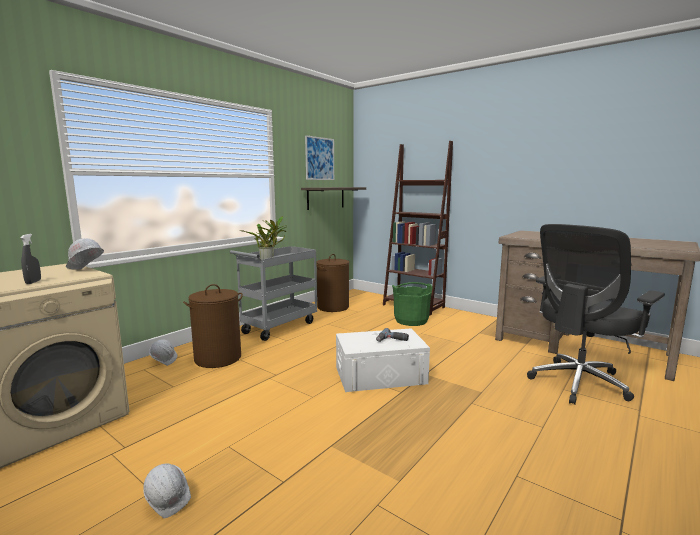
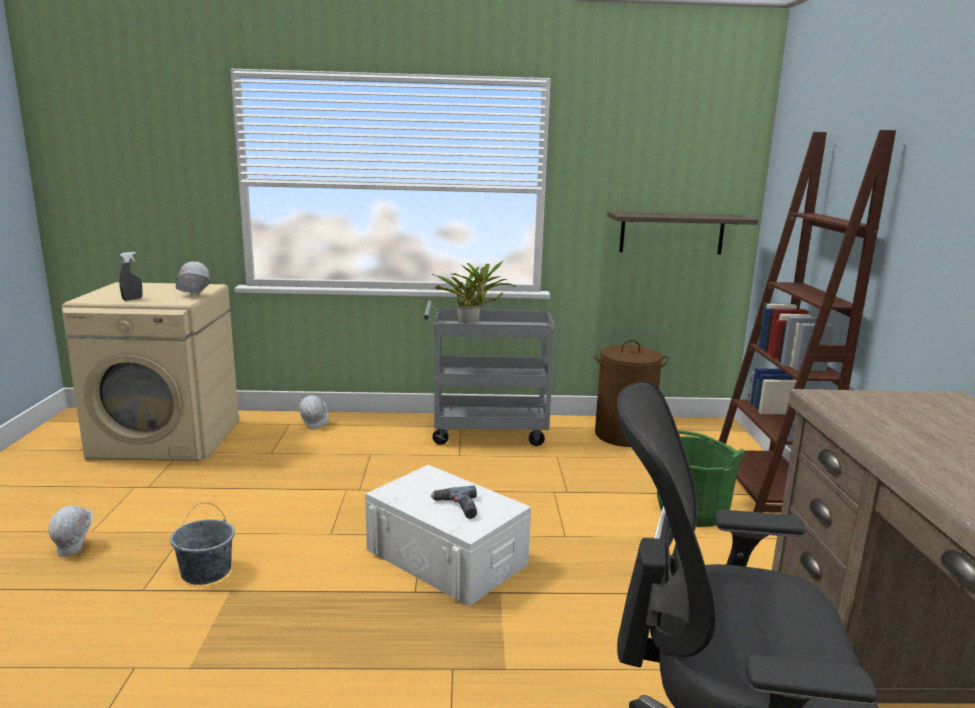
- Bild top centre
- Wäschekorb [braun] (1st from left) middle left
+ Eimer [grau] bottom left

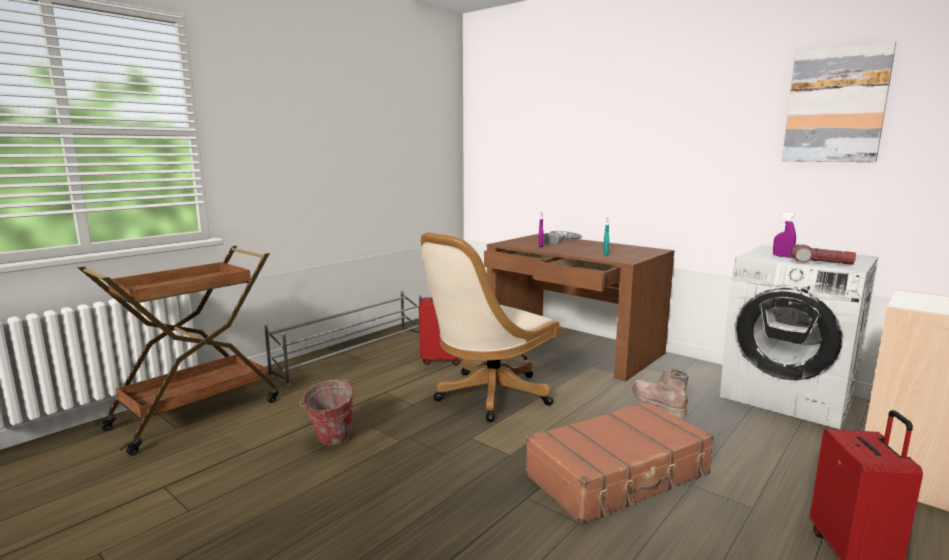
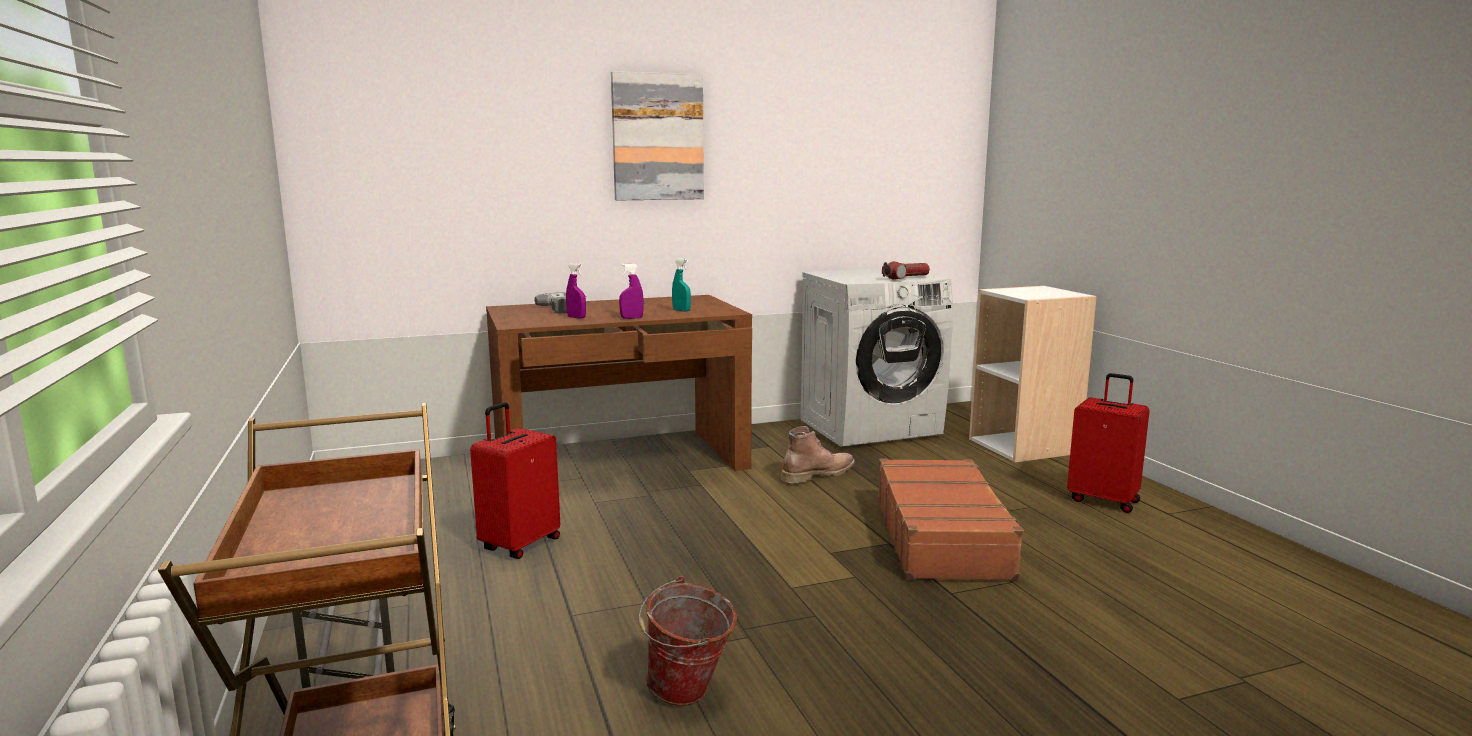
~ Bild top right to top centre
~ Sprühflasche [lila] (2nd from left) middle right to centre
- Bürostuhl centre
~ Stiefel [braun] bottom right = centre 135 degrees clockwise

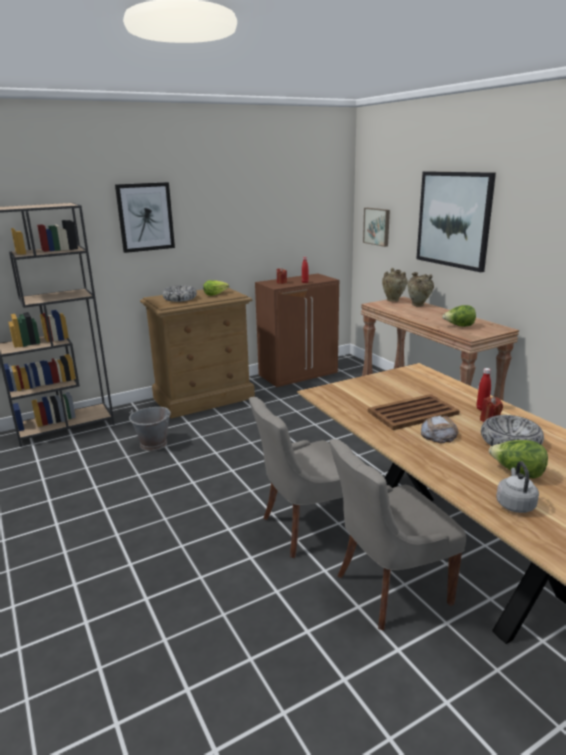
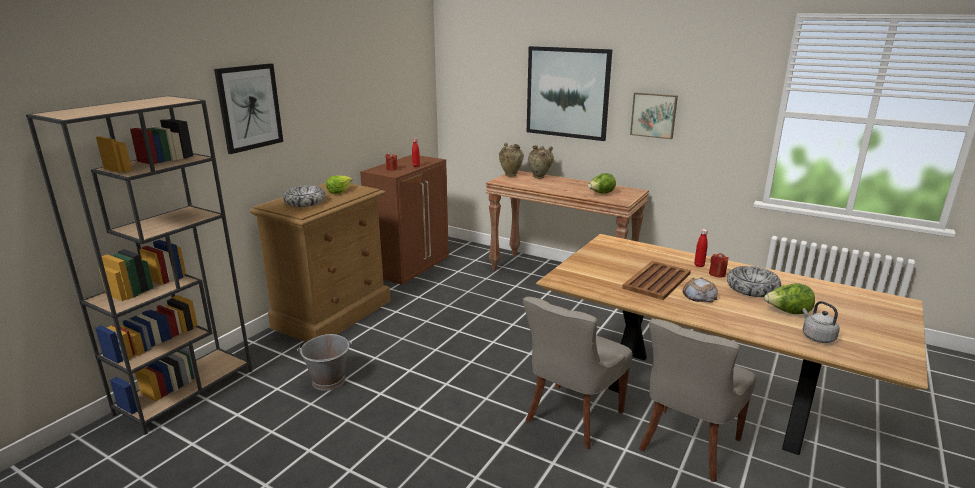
~ Bild (2nd from left in the first image) top centre to Bild (3rd from left) top right

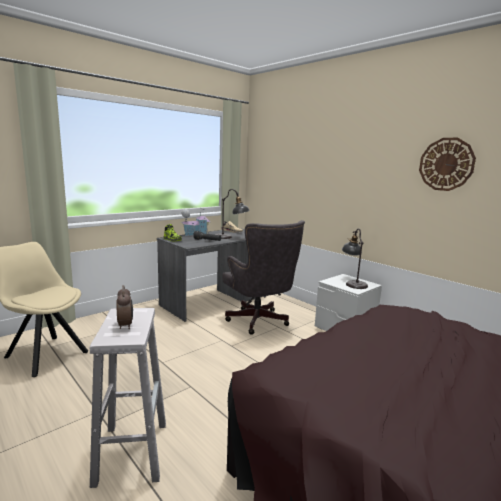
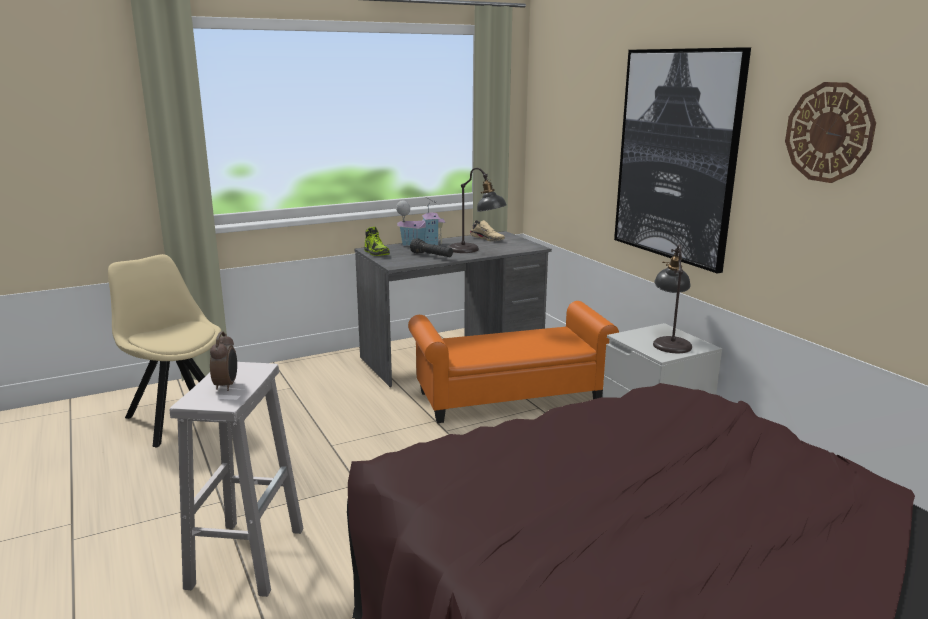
~ Bürostuhl [grau] centre to Polsterhocker [orange] centre
+ Bild top right

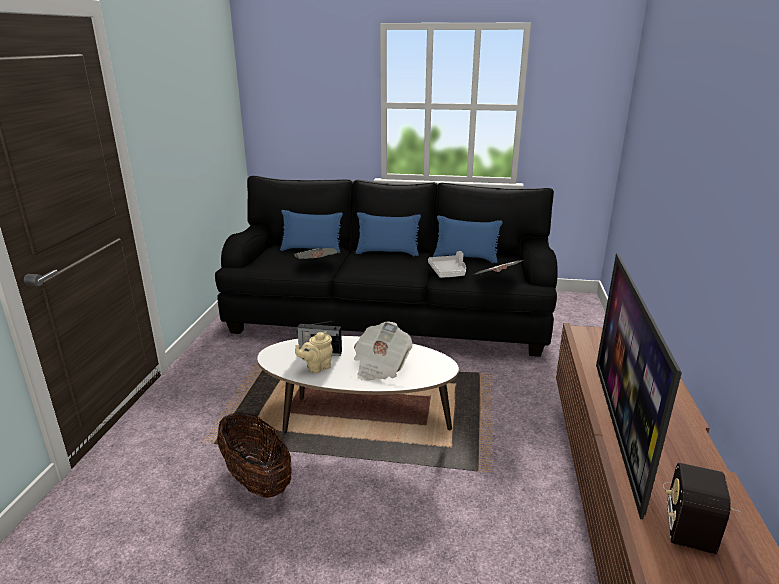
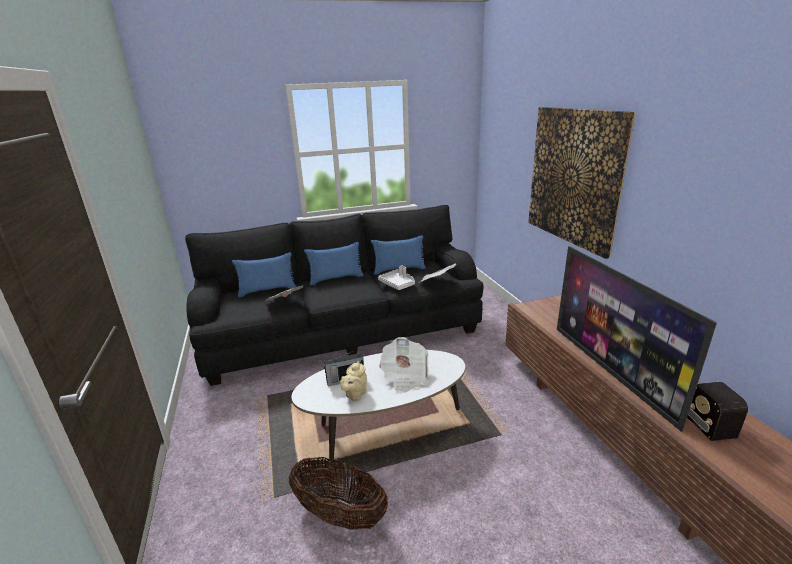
+ Bild top right

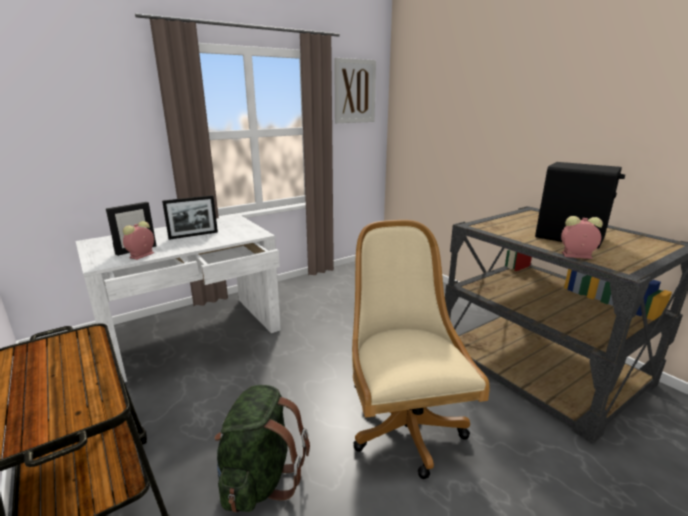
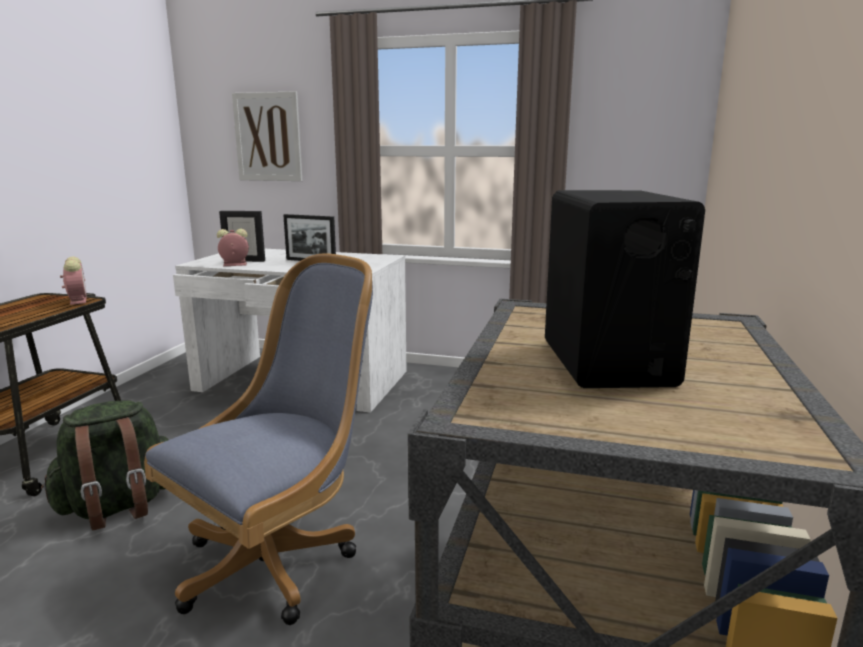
~ Bild top centre to top left
~ Wecker (2nd from left in the first image) middle right to Wecker (1st from left) middle left
~ Bürostuhl [beige] bottom centre to Bürostuhl [blau] bottom left

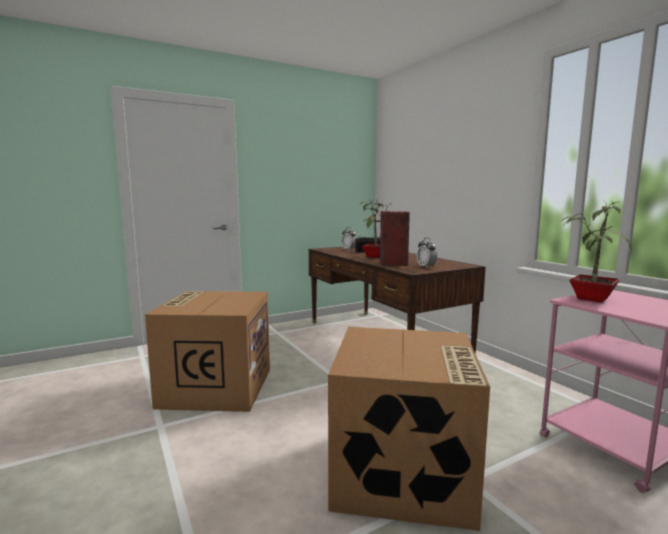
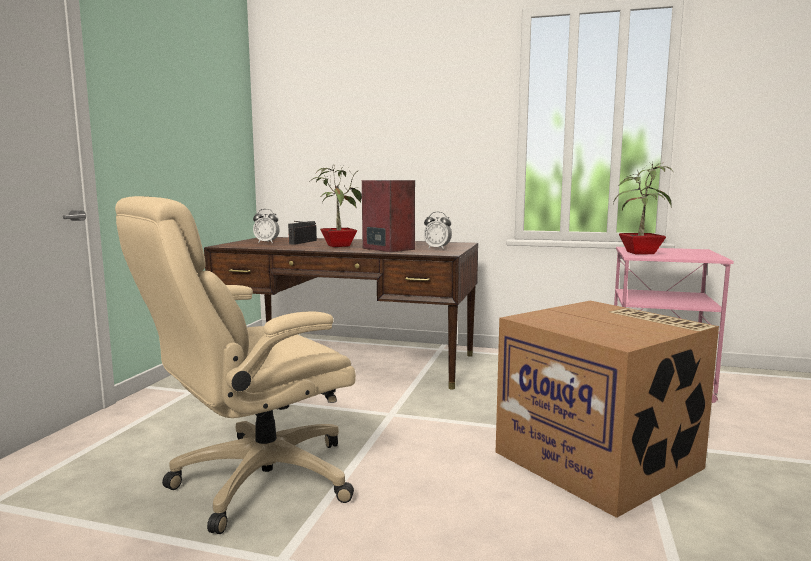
~ Karton (1st from left) middle left to Bürostuhl [beige] middle left

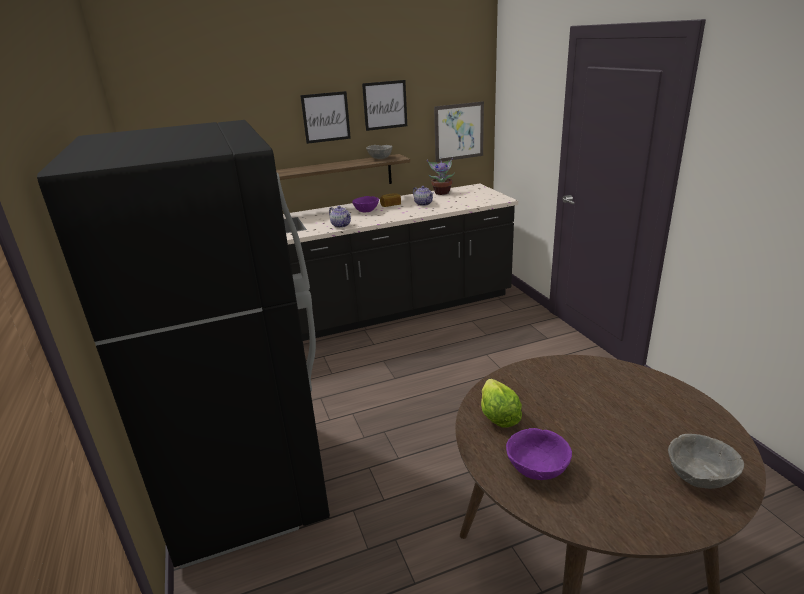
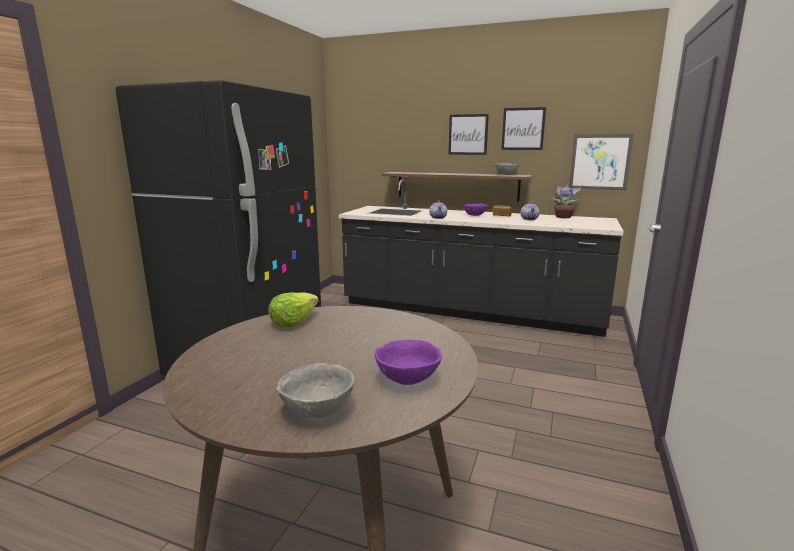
~ Schüssel [lila] (2nd from left in the first image) bottom right to Schüssel [lila] (1st from left) centre

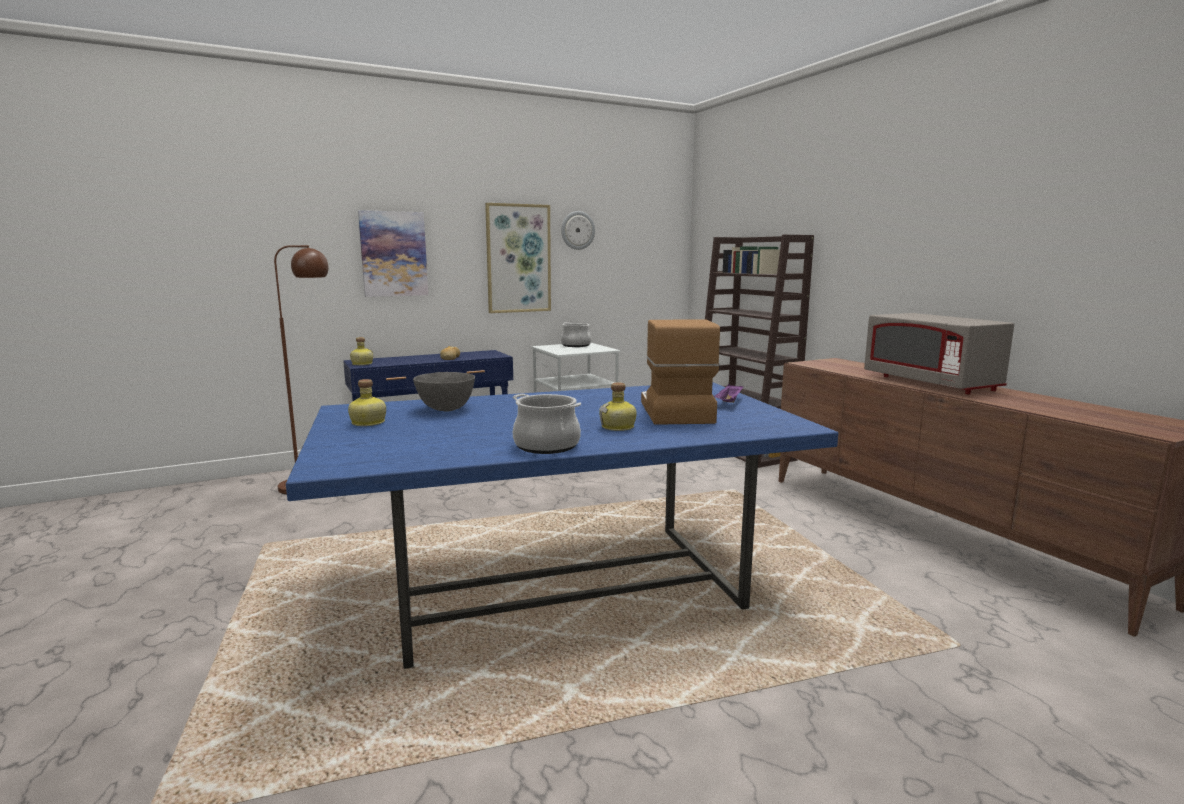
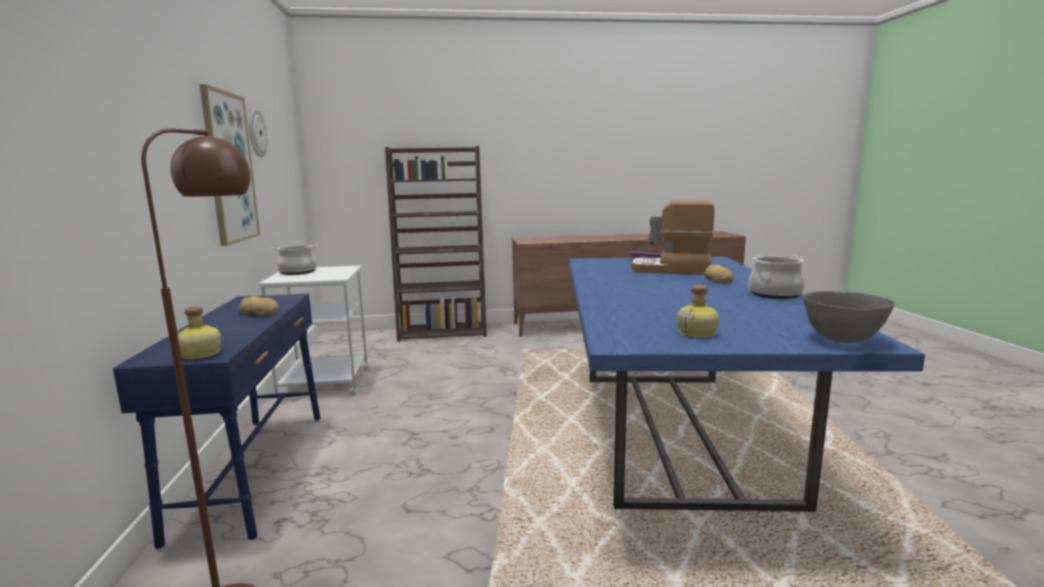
- Bild (1st from left) top left
- Mikrowelle [grau] middle right
~ Schüssel [grau] centre to middle right
~ Flasche (3rd from left) centre to Brot (2nd from left) middle right

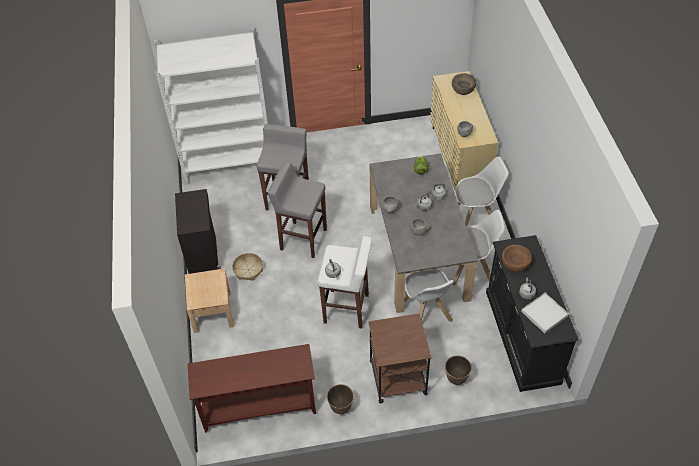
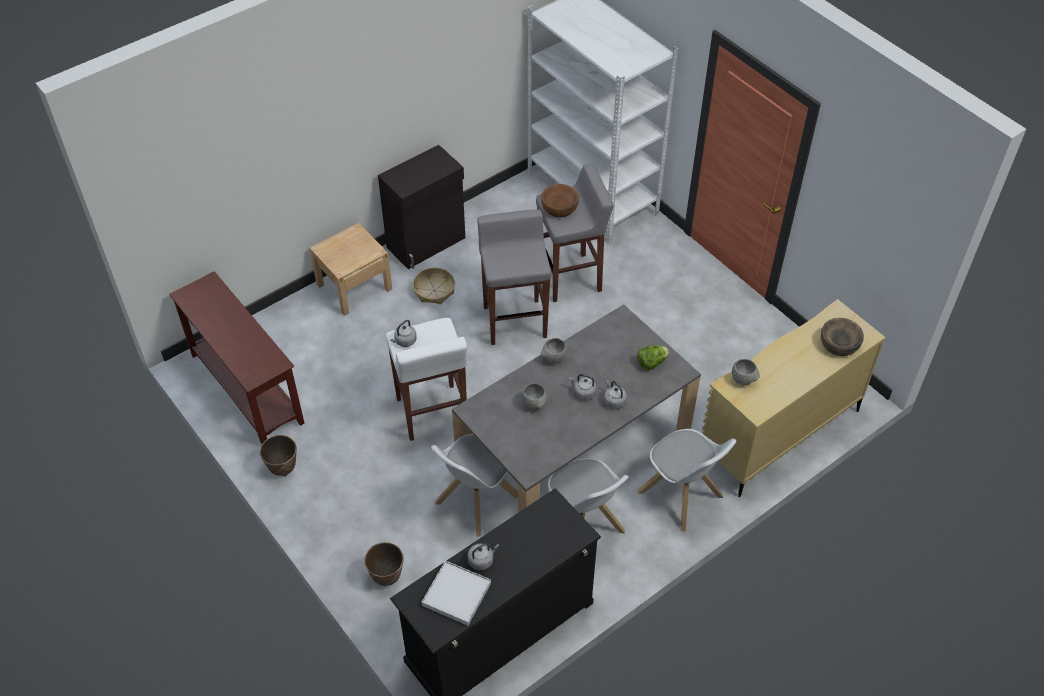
~ Schüssel [braun] (2nd from left in the first image) middle right to Schüssel [braun] (1st from left) top centre
- Rollwagen [braun] bottom centre

